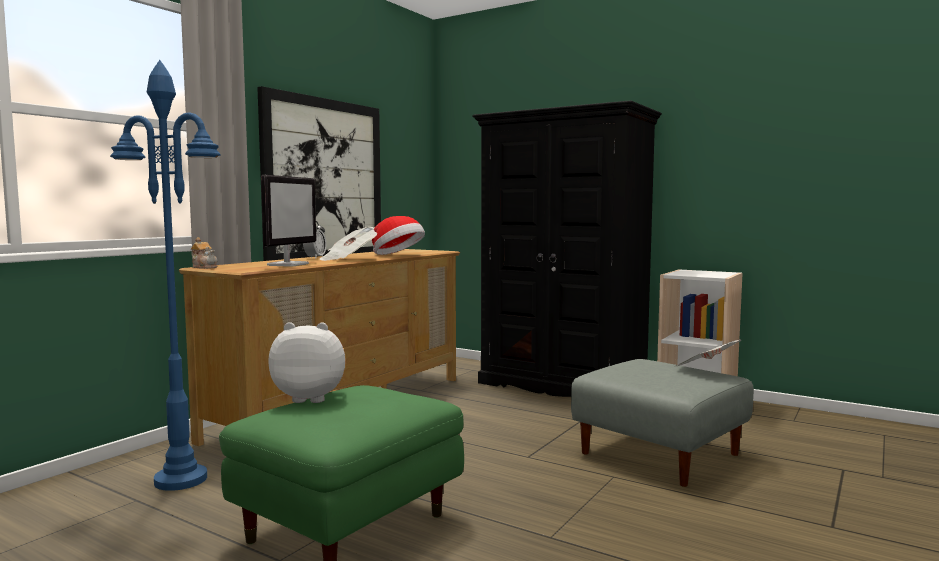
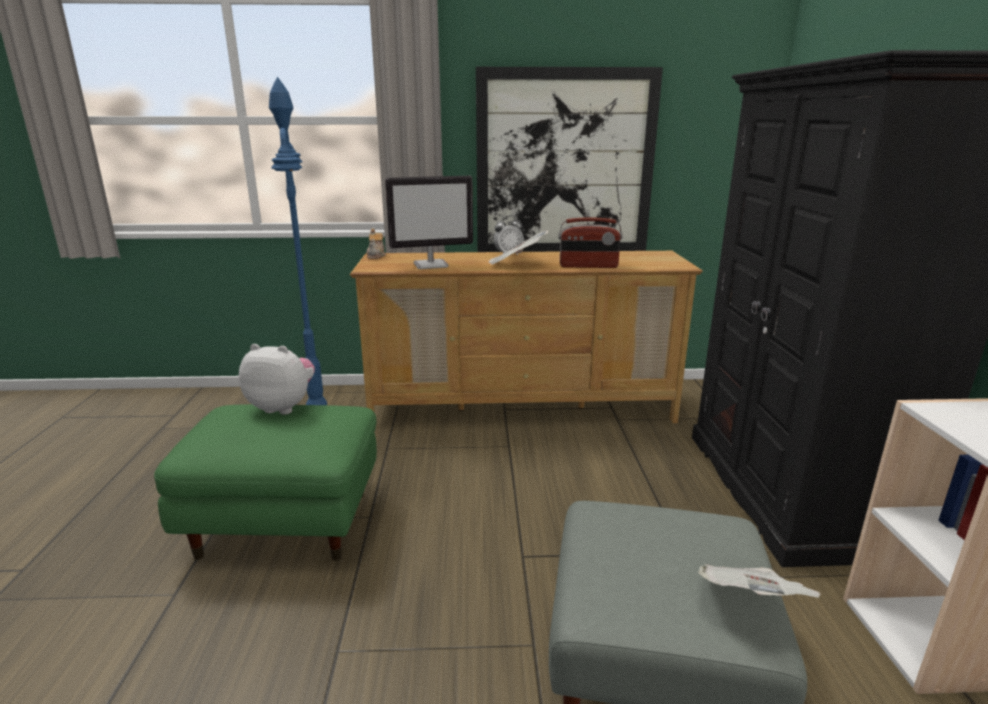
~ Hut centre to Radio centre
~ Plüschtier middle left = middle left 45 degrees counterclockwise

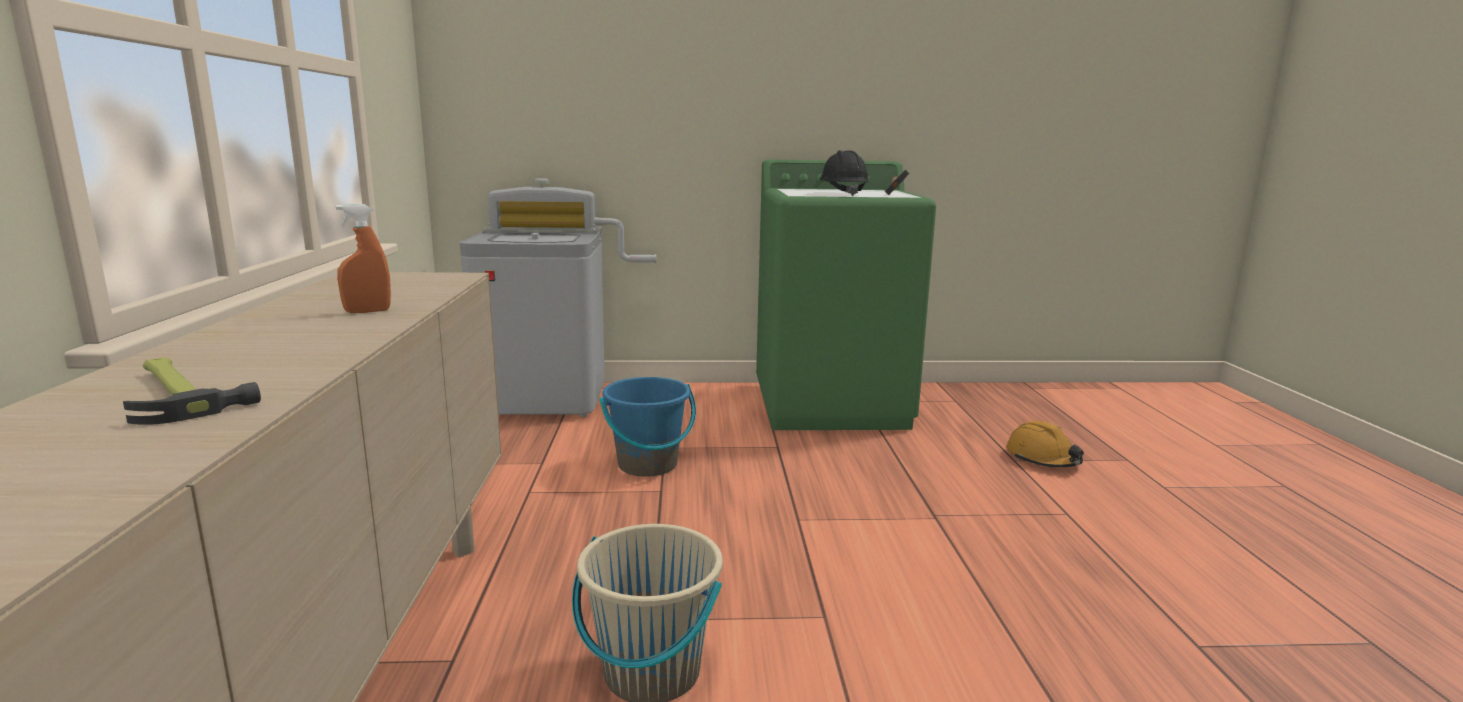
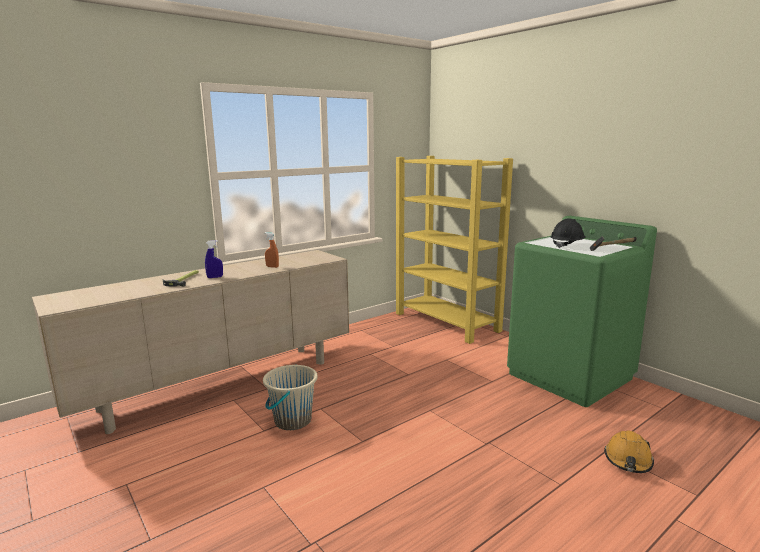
~ Waschmaschine [grau] centre to Bücherregal [gelb] centre
- Eimer [blau] centre
+ Sprühflasche [blau] middle left

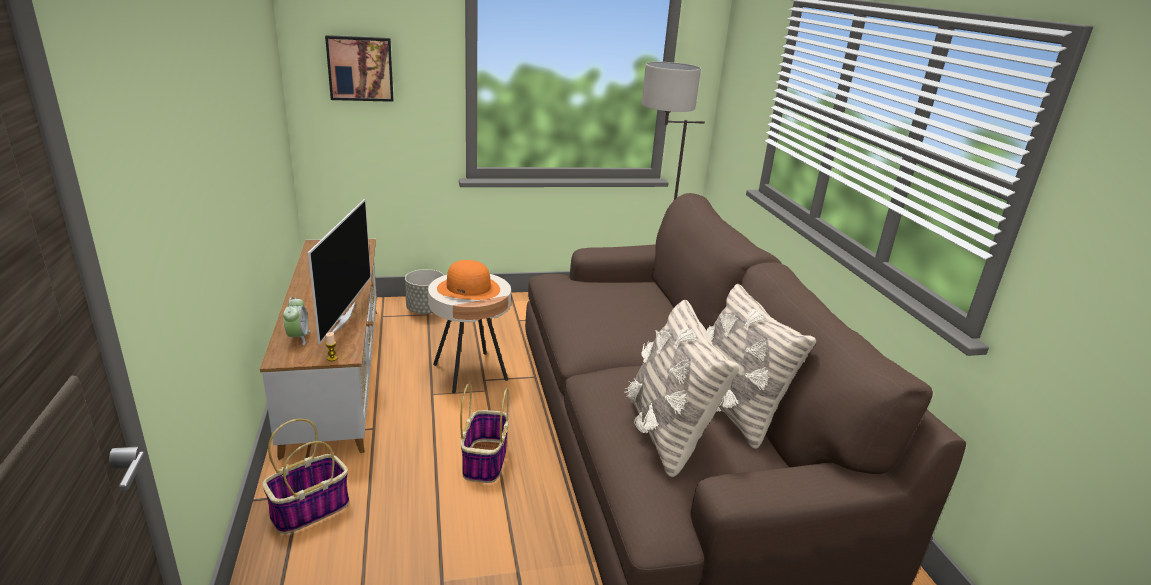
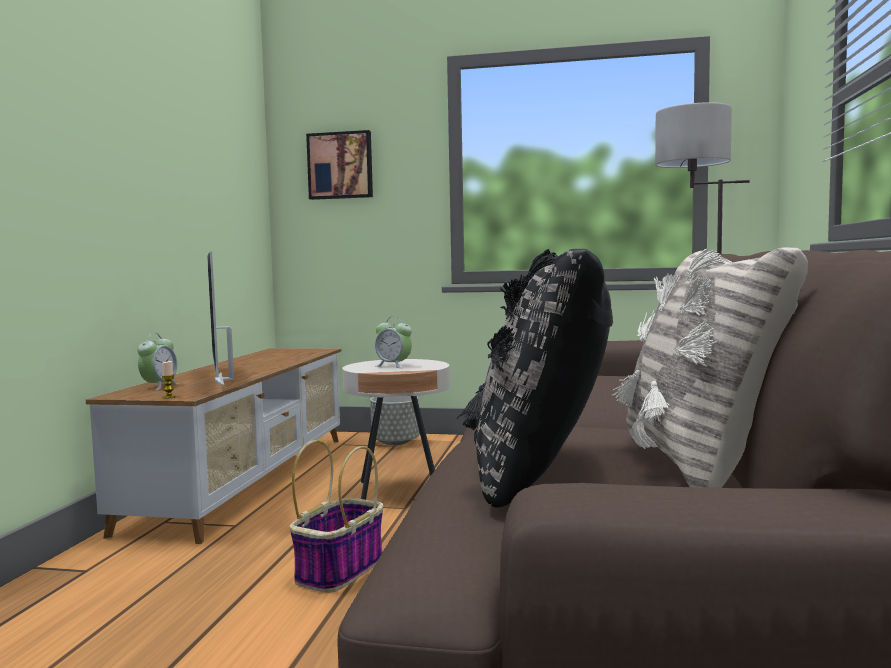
~ Fernseher middle left = middle left 135 degrees clockwise
~ Hut [orange] centre to Wecker (2nd from left) centre
~ Kissen [beige] (1st from left) centre to Kissen [schwarz] centre
- Korb (1st from left) bottom left

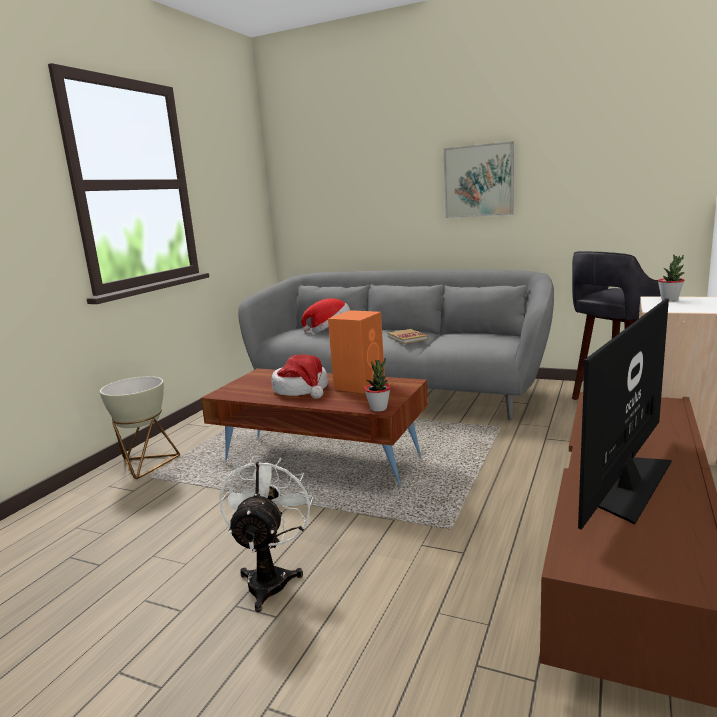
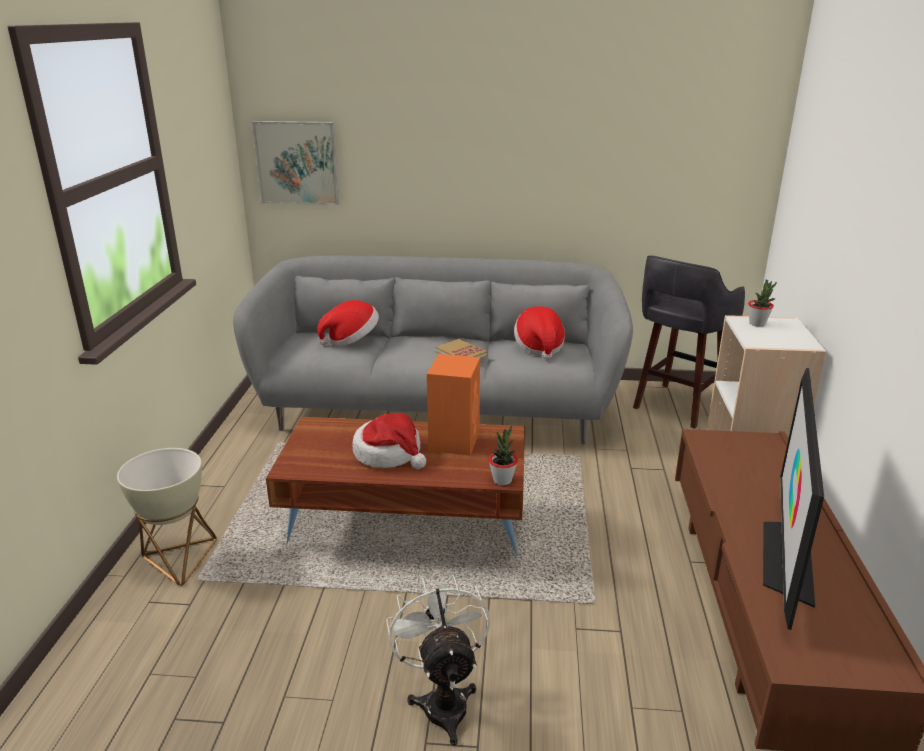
~ Bild top right to top left
+ Hut (3rd from left) centre

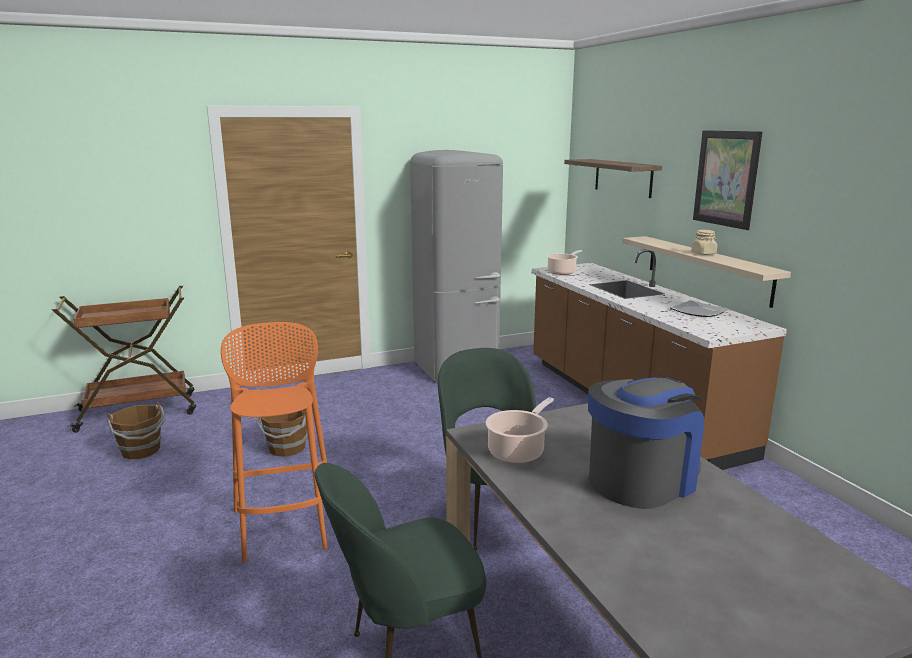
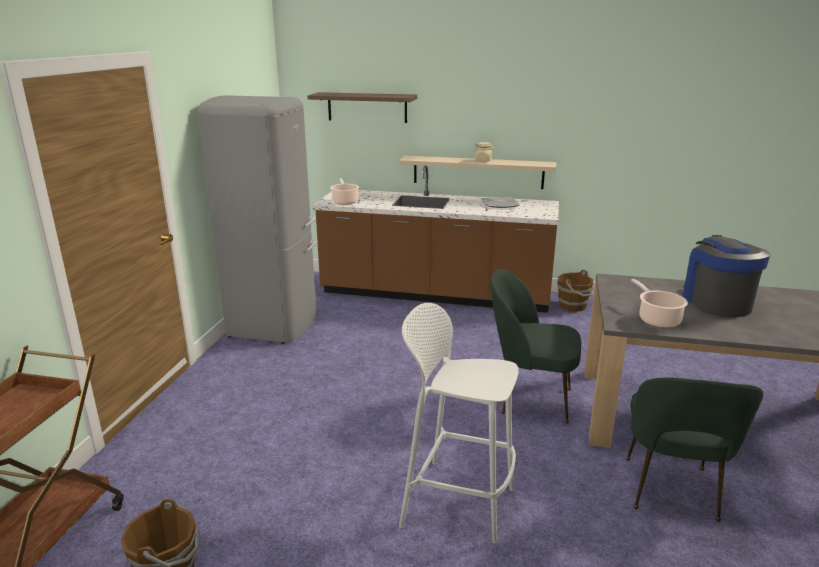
- Bild top right
~ Hocker [orange] bottom left to Hocker [weiß] bottom centre
~ Eimer [braun] (2nd from left) middle left to middle right

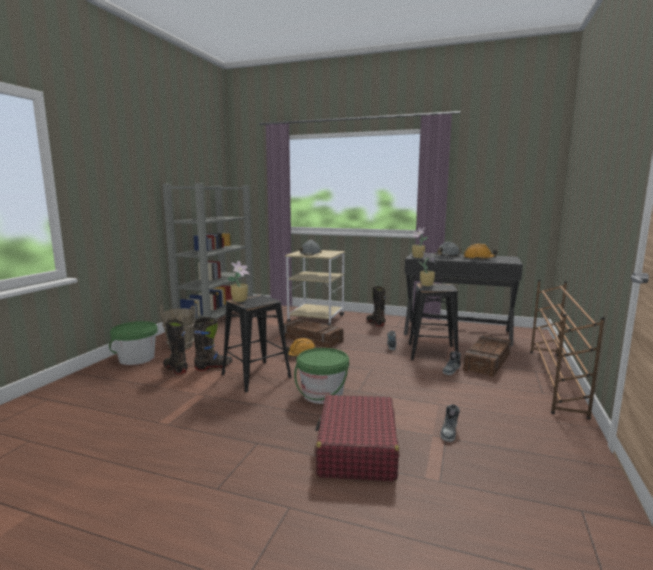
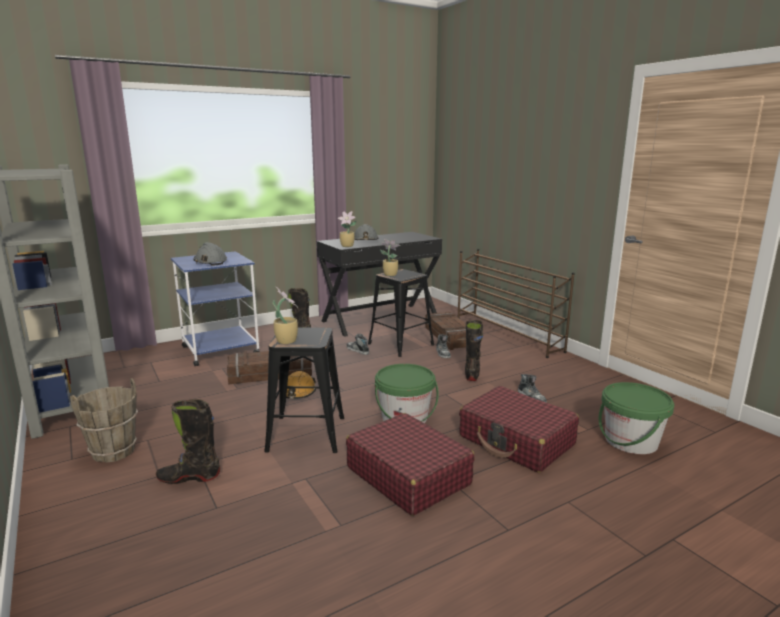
- Schutzhelm [orange] (2nd from left) middle right
~ Rollwagen [beige] centre to Rollwagen [blau] middle left
~ Stiefel [schwarz] (2nd from left in the first image) middle left to Stiefel [schwarz] (3rd from left) centre
~ Eimer [grün] (1st from left in the first image) middle left to Eimer [grün] (2nd from left) bottom right
+ Koffer [rot] (1st from left) bottom centre

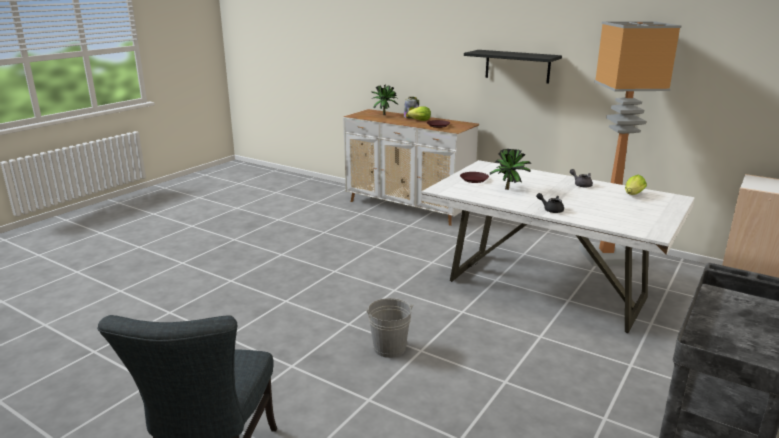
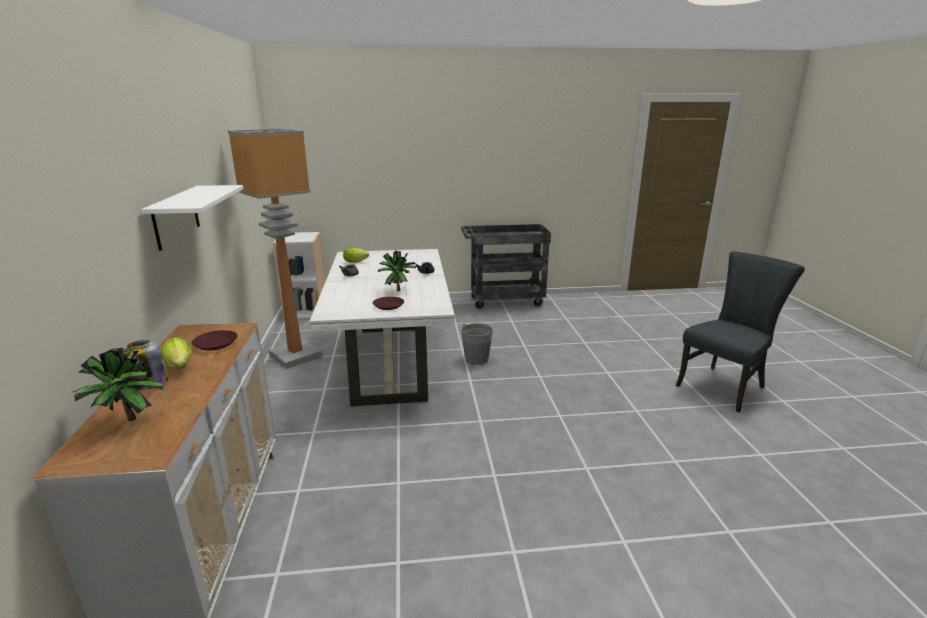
~ Wandregal [schwarz] top centre to Wandregal [weiß] middle left
~ Eimer [grau] bottom centre to centre

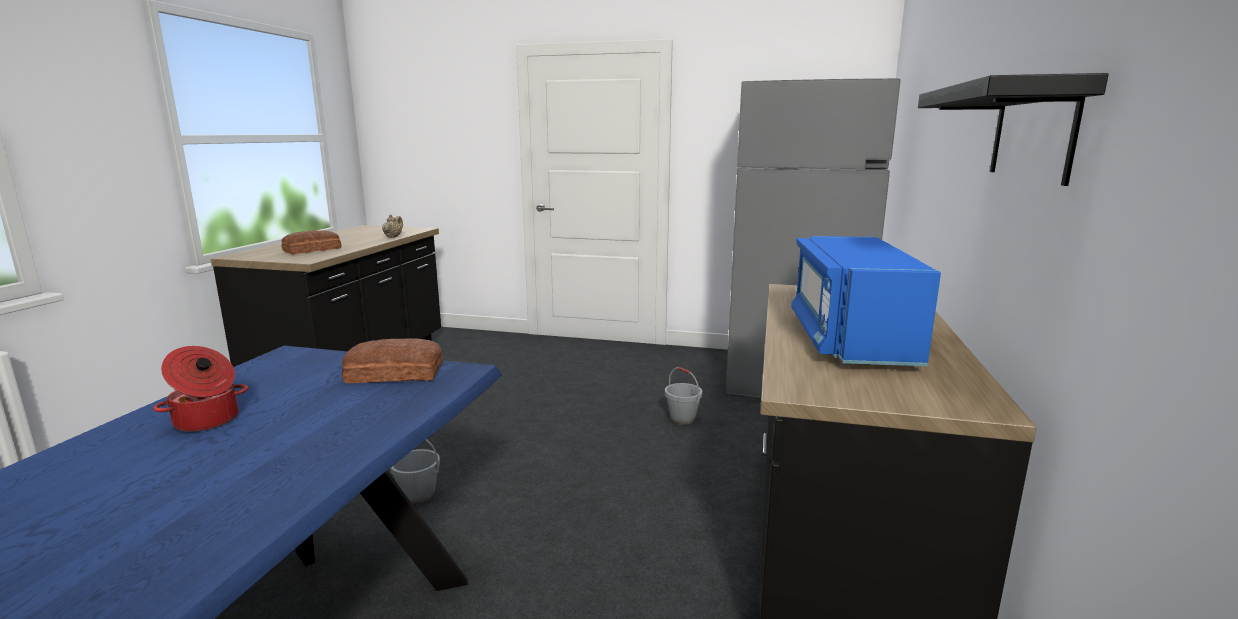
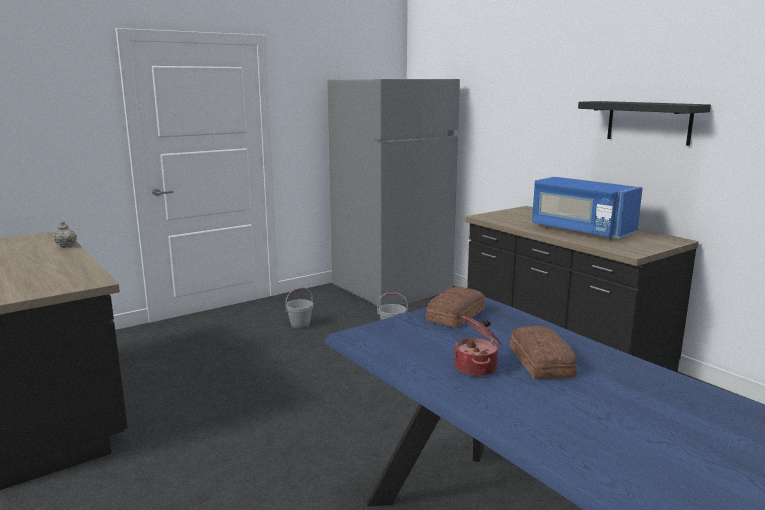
~ Brot (1st from left in the first image) middle left to Brot (2nd from left) bottom right
~ Eimer [grau] (1st from left) bottom centre to centre

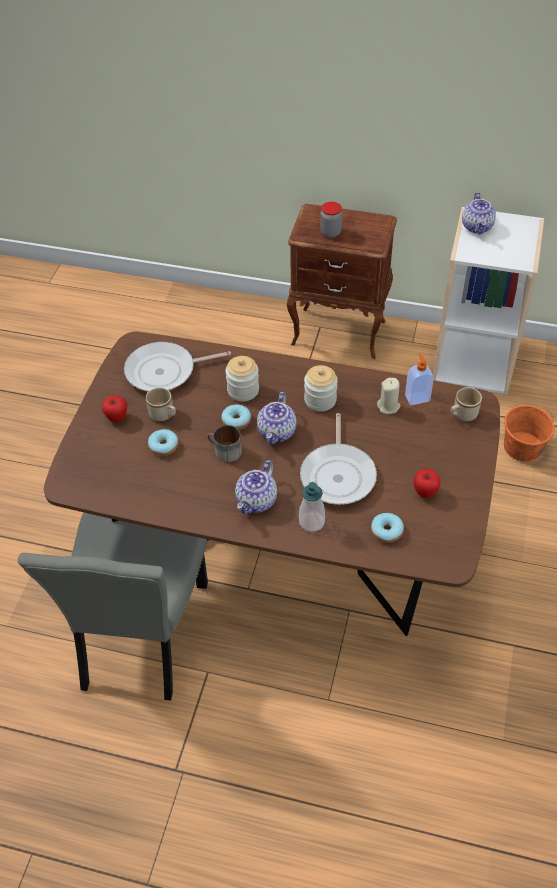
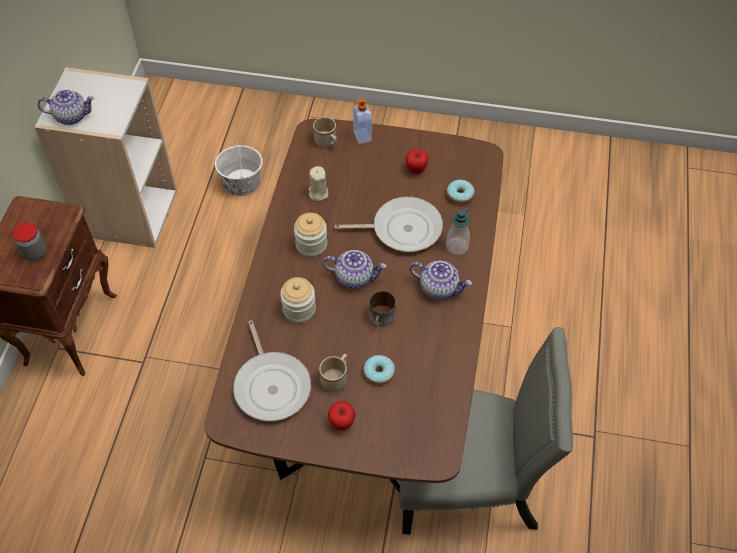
~ Seifenspender (2nd from left in the first image) middle right to Seifenspender (1st from left) top centre
- Donut (2nd from left) centre
~ Eimer [orange] middle right to Eimer [weiß] top left

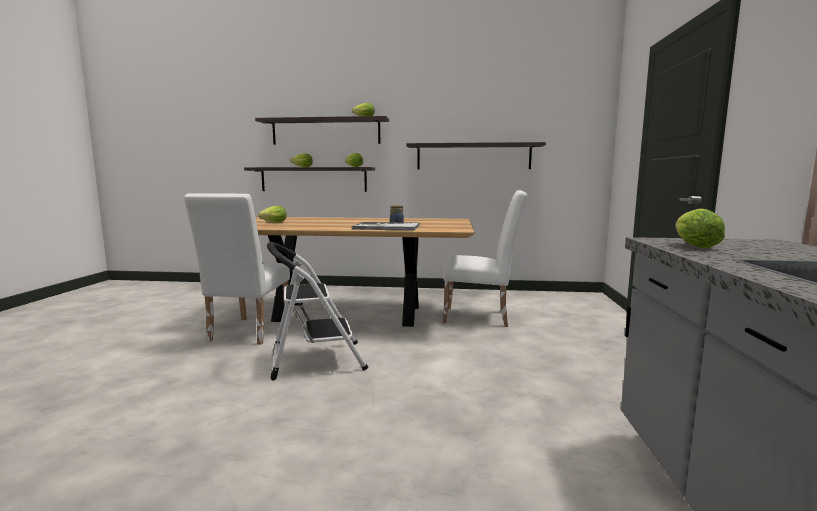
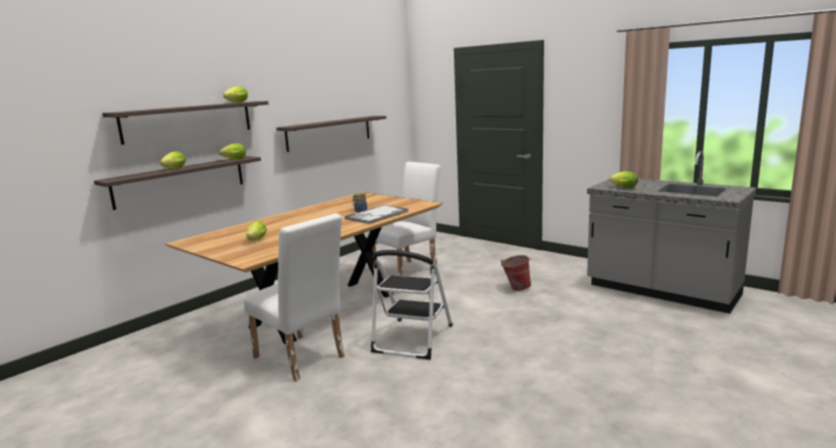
+ Eimer centre

